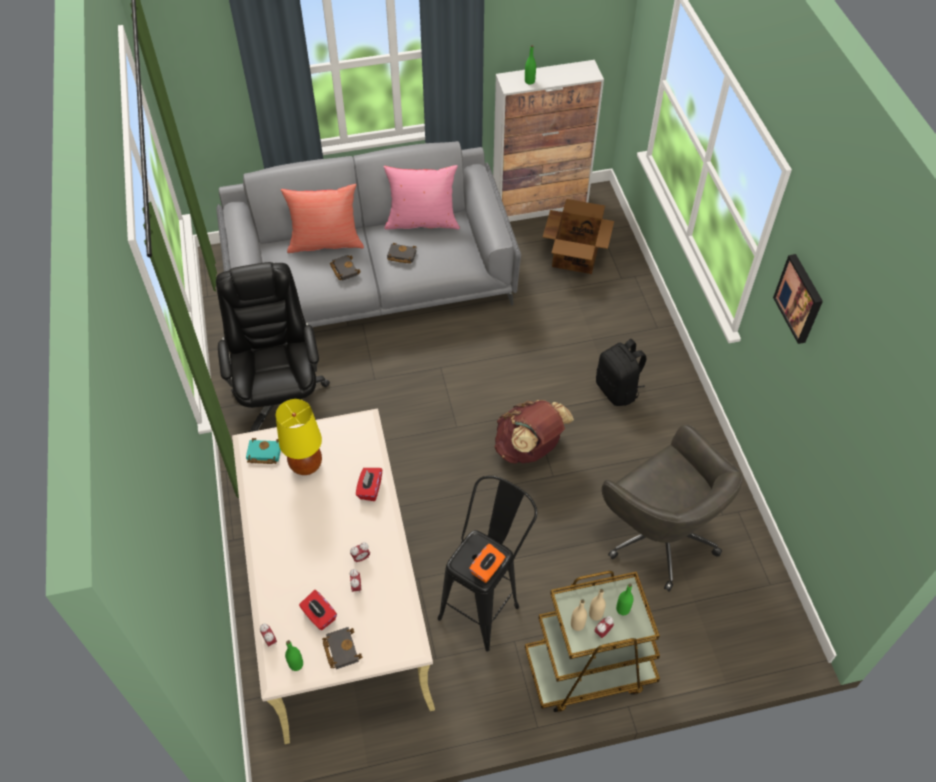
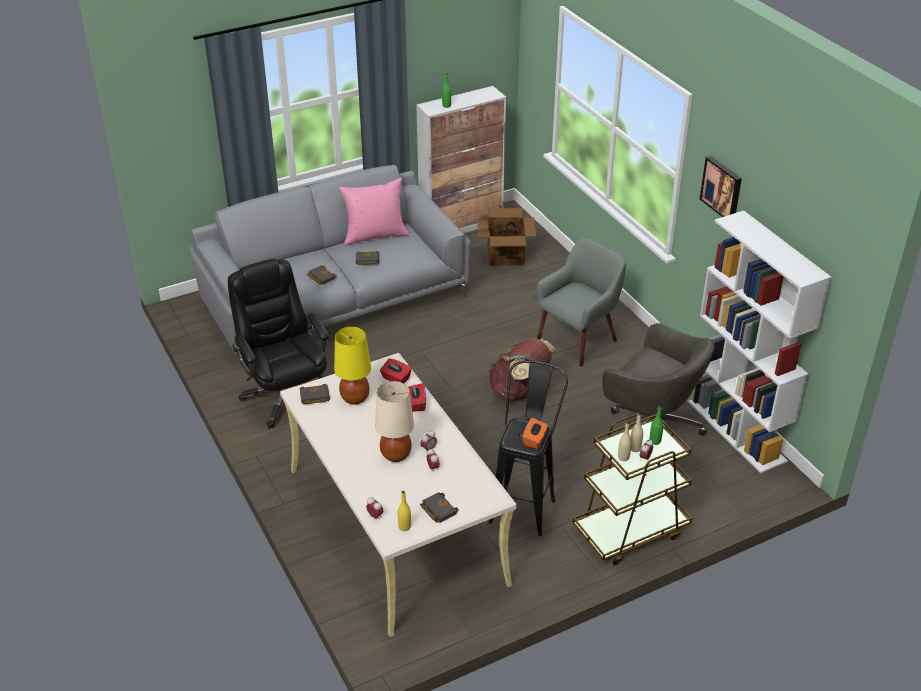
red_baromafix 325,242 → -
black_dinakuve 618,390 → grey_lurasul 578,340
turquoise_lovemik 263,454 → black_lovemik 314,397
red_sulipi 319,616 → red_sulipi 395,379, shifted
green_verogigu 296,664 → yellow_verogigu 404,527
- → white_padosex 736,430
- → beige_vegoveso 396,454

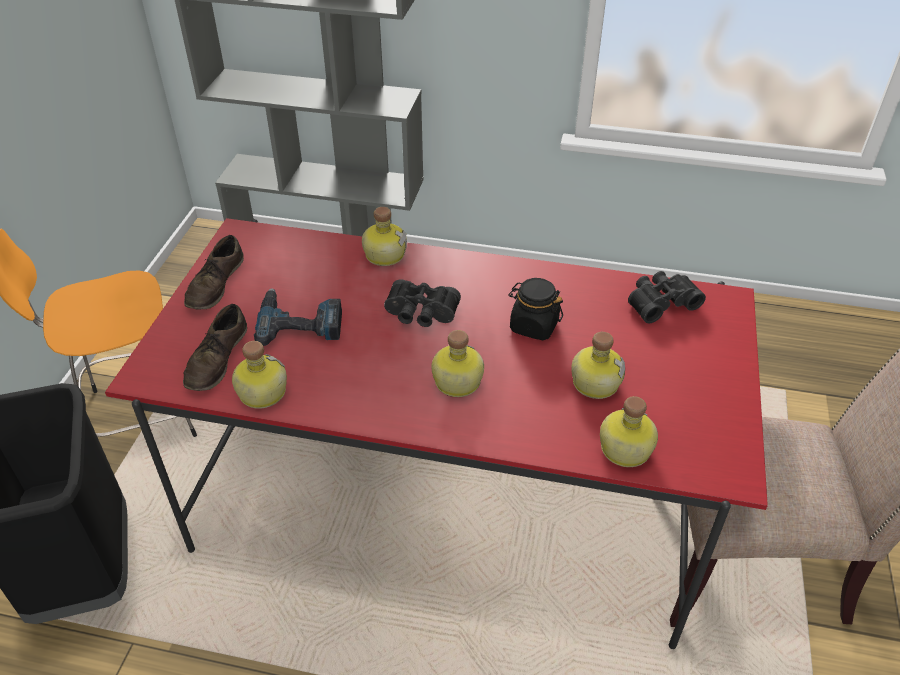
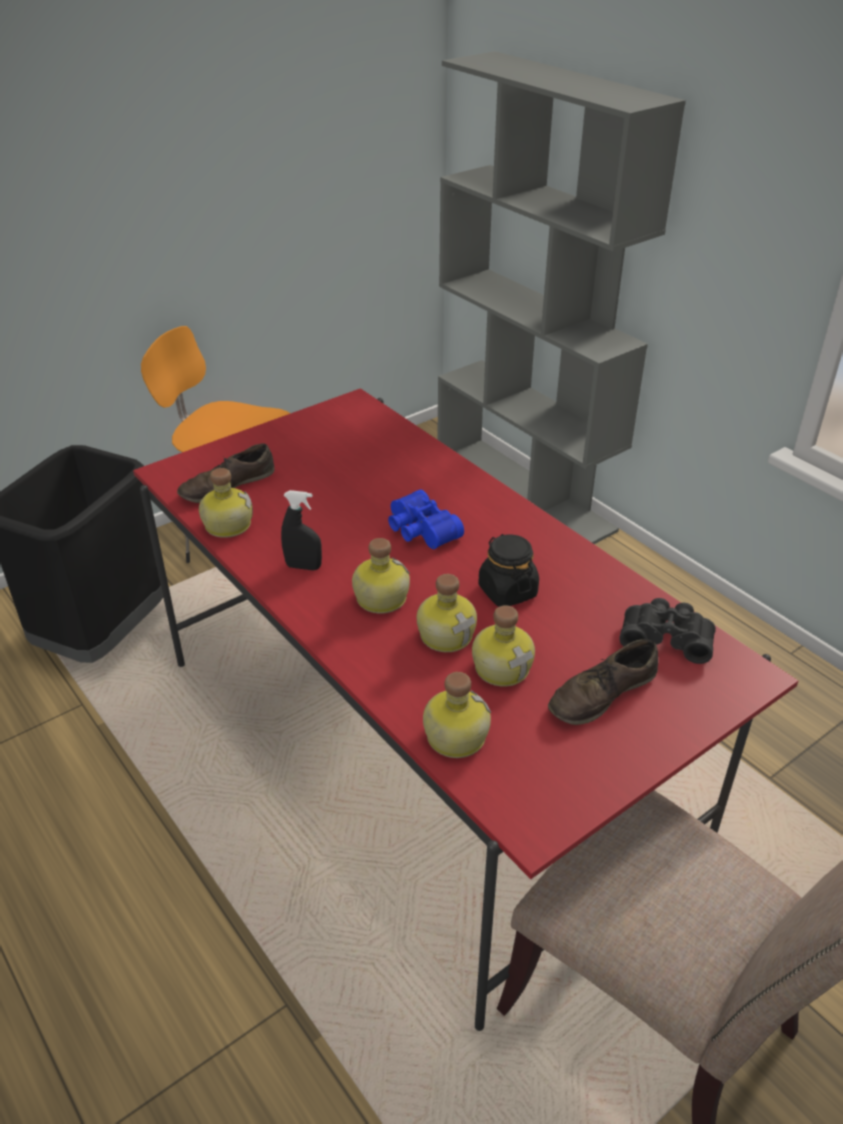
verogigu 384,254 → verogigu 446,634, shifted
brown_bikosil 215,284 → brown_bikosil 602,694, shifted
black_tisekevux 421,314 → blue_tisekevux 420,531
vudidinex 300,322 → -
- → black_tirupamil 303,566

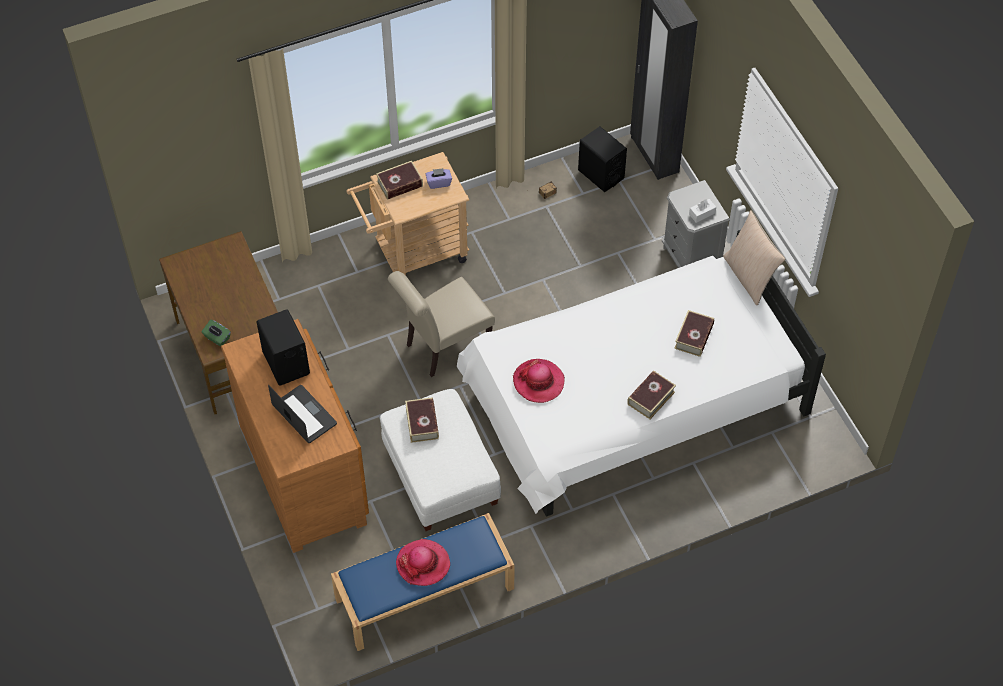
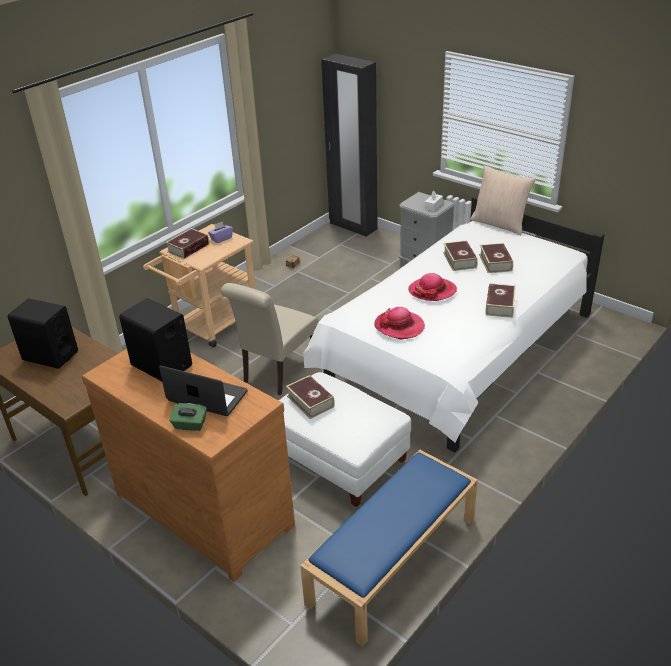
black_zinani 600,174 → black_zinani 50,355, shifted
green_sulipi 217,338 → green_sulipi 190,425, shifted
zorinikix 423,564 → zorinikix 432,291, shifted
- → lovemik 459,260

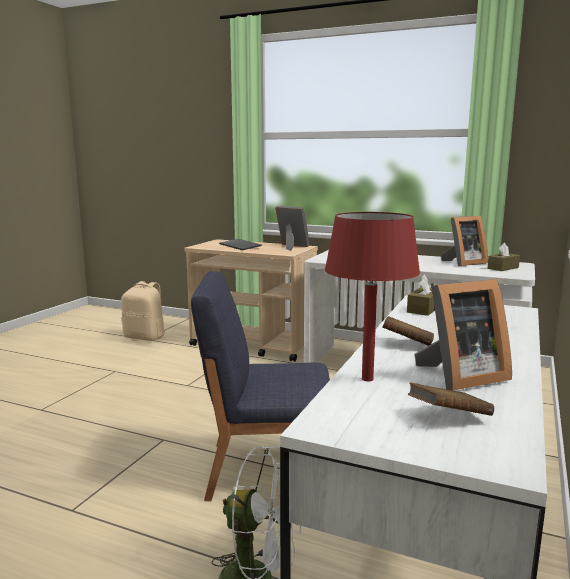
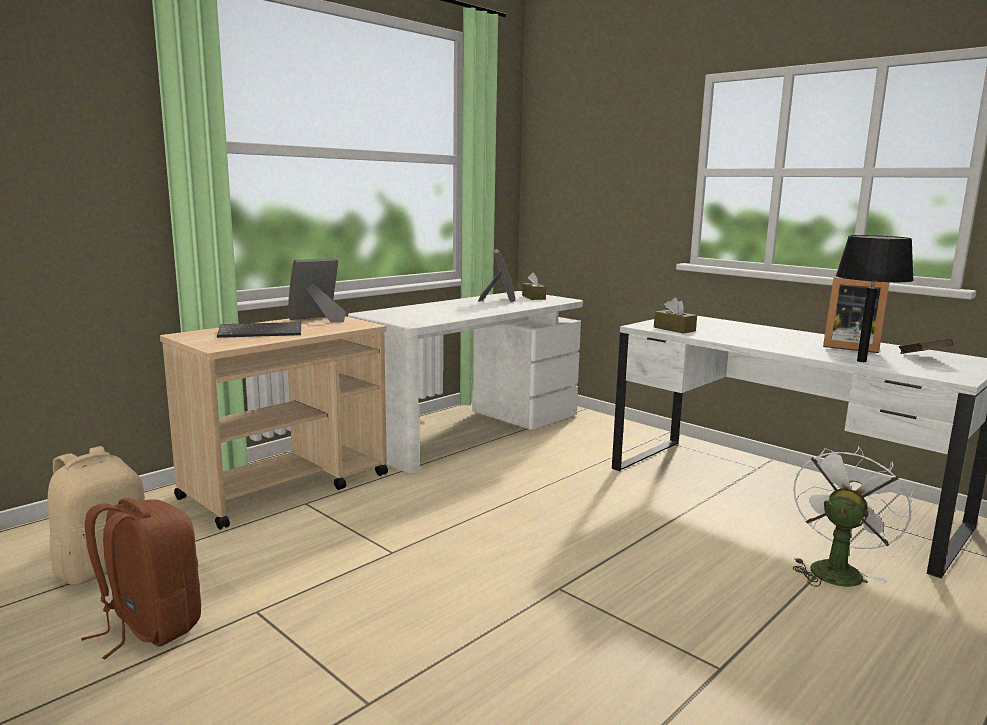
red_vegoveso 367,379 → black_vegoveso 861,361
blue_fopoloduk 266,469 → -
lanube 459,377 → lanube 849,347, 120 degrees clockwise
brown_lovemik 407,344 → -
- → brown_dinakuve 149,626

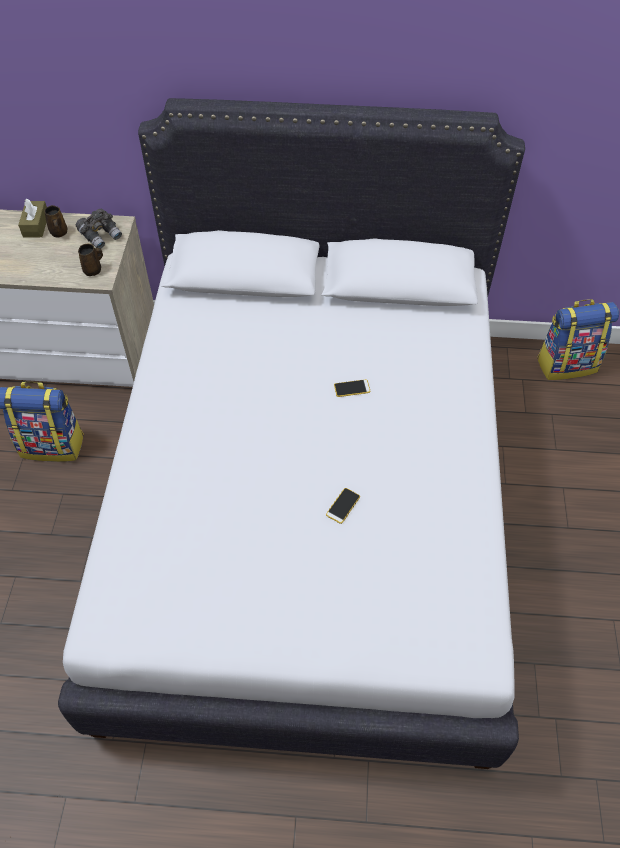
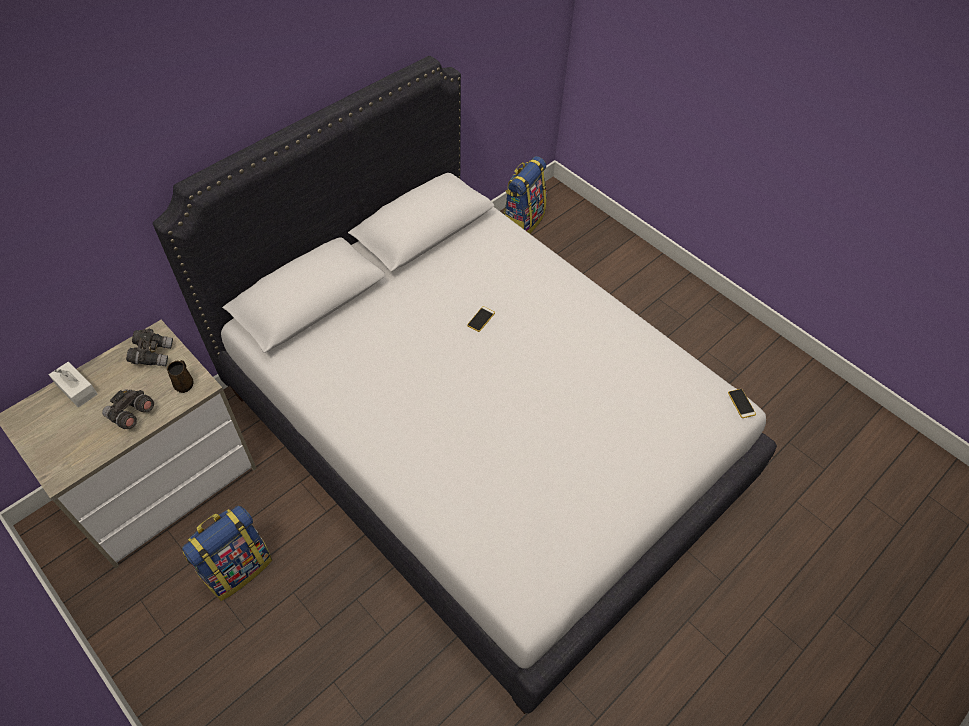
brown_sulipi 36,225 → white_sulipi 76,389
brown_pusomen 59,233 → -
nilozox 343,506 → nilozox 741,403, shifted
- → grey_tisekevux 131,414

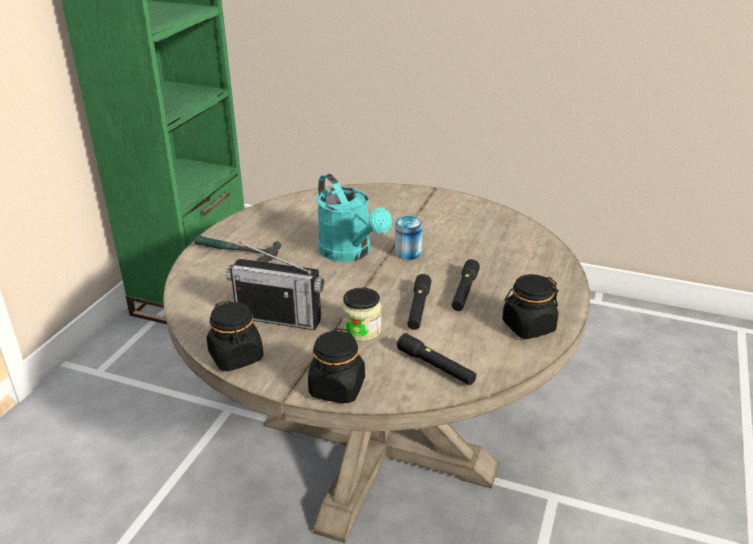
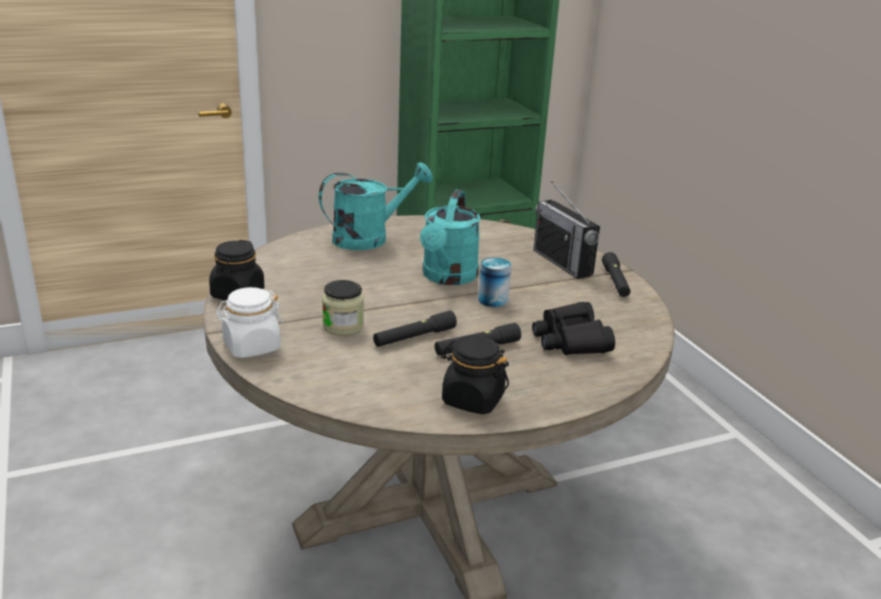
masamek 235,252 → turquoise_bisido 370,238
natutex 279,318 → natutex 562,263, shifted
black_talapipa 337,388 → white_talapipa 251,347
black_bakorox 436,366 → black_bakorox 615,281, shifted
- → black_tisekevux 570,340

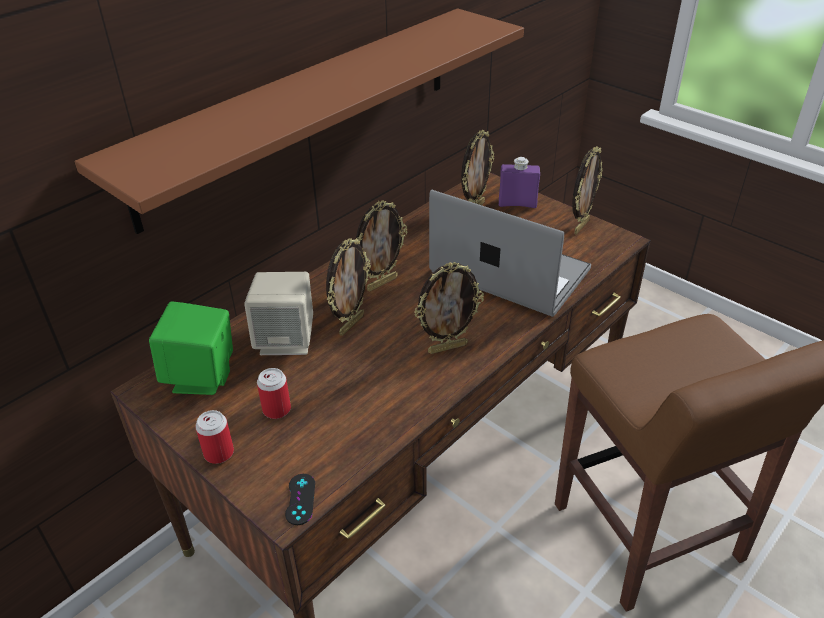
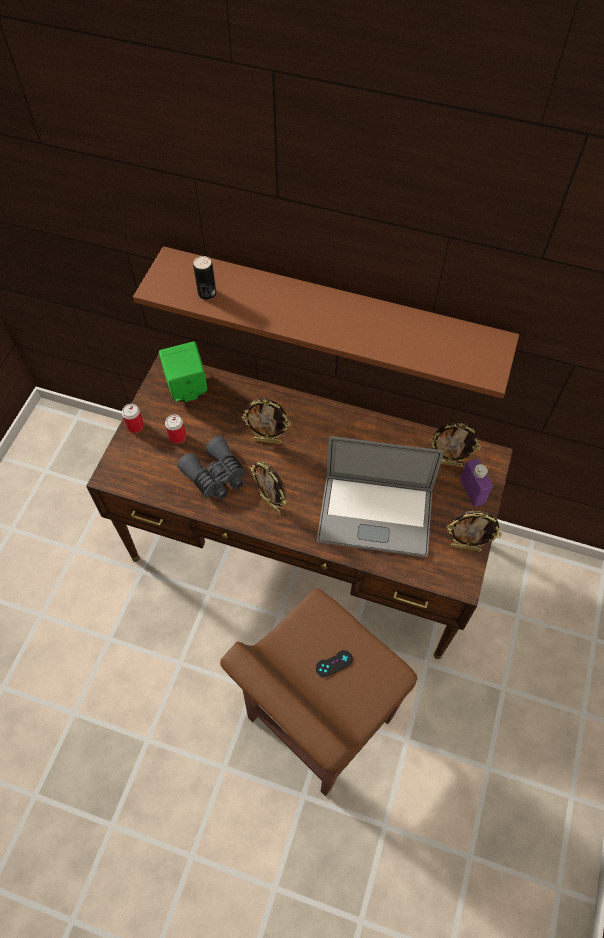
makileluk 510,271 → makileluk 375,515, 90 degrees clockwise
lanube 381,283 → -
beige_zinani 286,340 → -
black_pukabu 300,499 → black_pukabu 334,663, shifted
- → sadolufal 207,293
- → grey_tisekevux 216,475

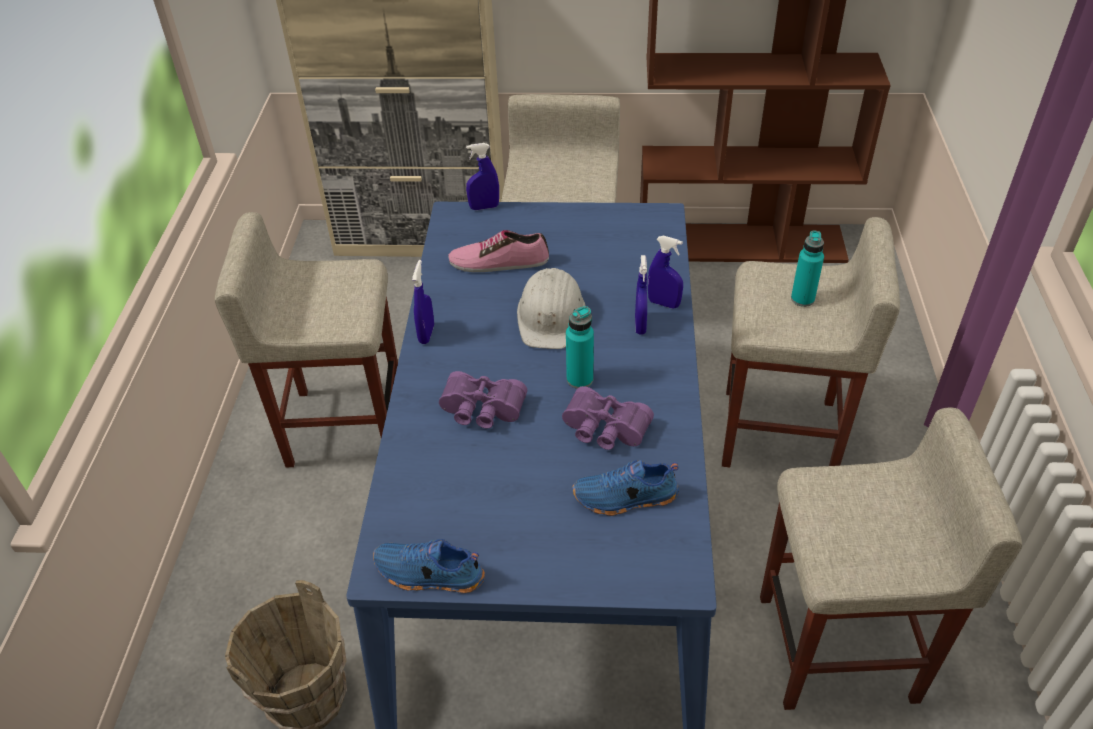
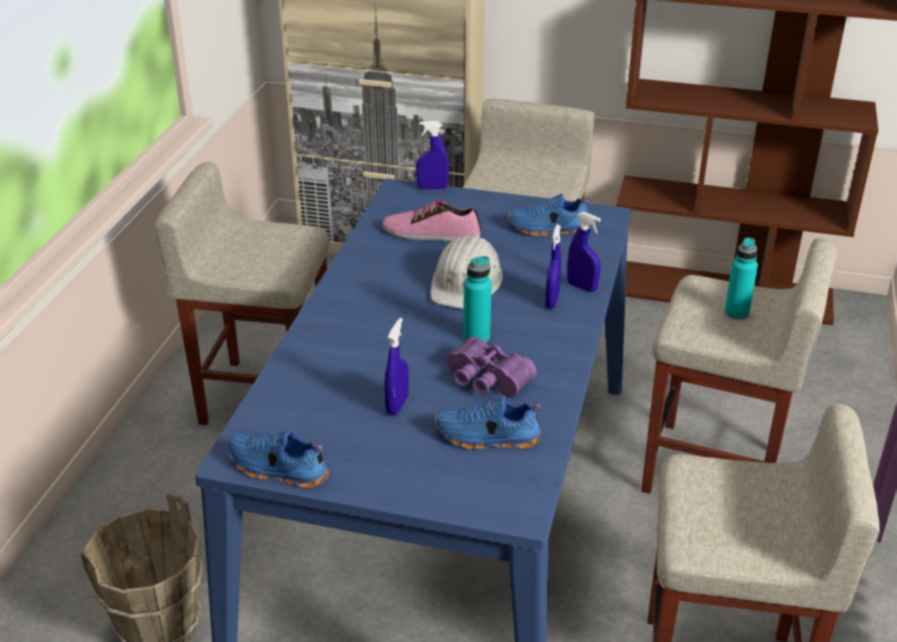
blue_tirupamil 426,334 → blue_tirupamil 397,405, shifted
purple_tisekevux 481,411 → -
- → blue_bikosil 548,229

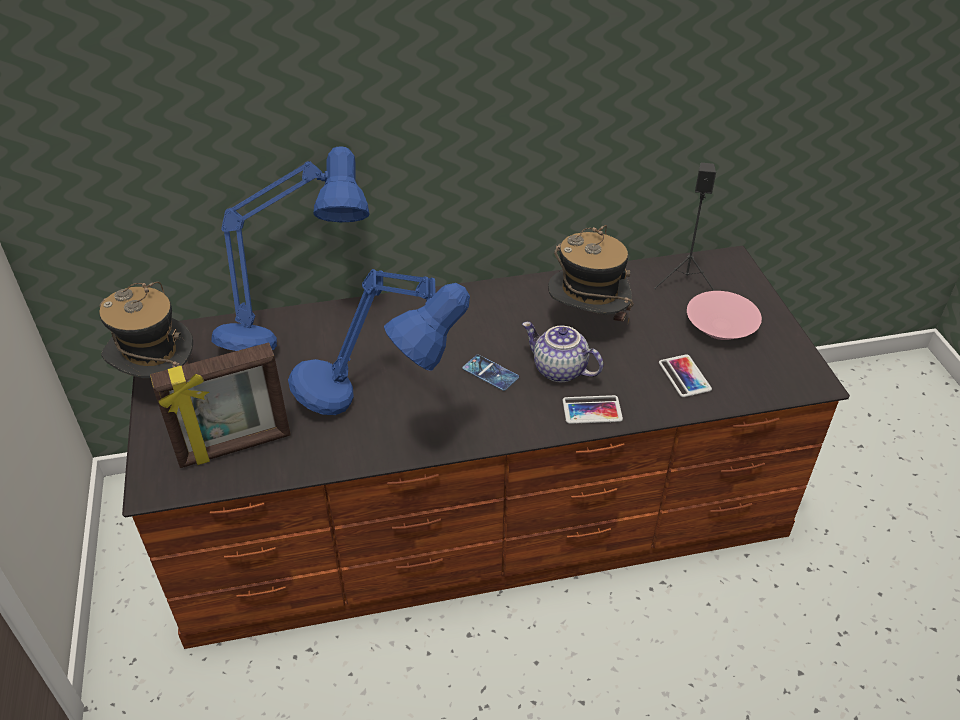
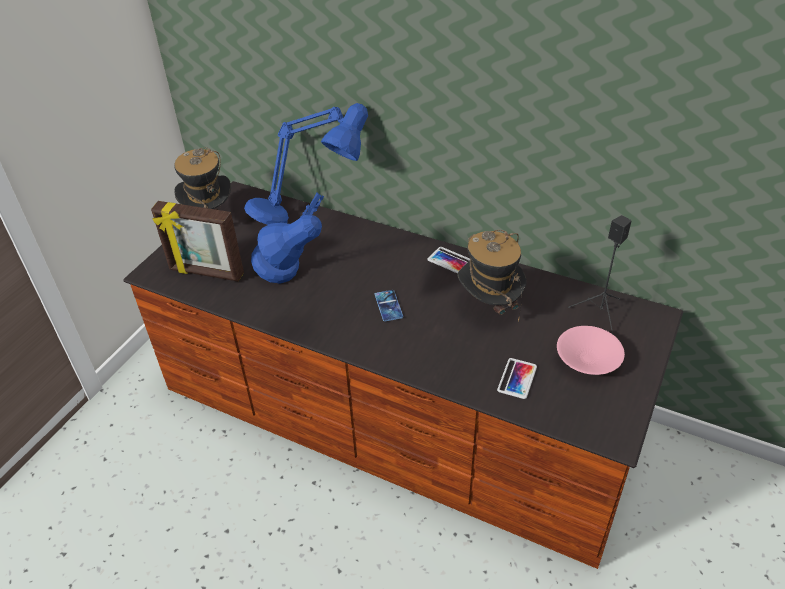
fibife 558,370 → -
nilozox 592,410 → nilozox 450,260, shifted

